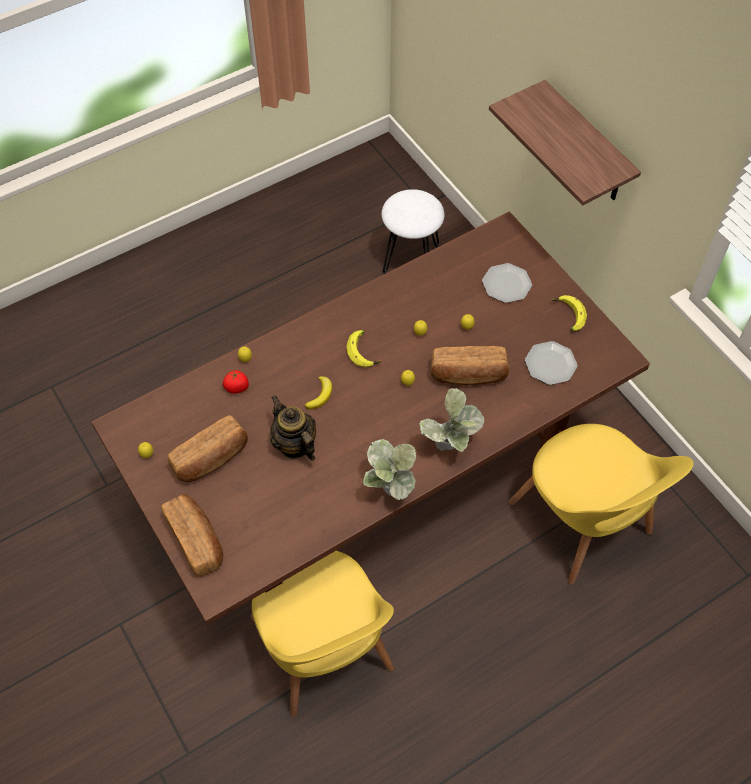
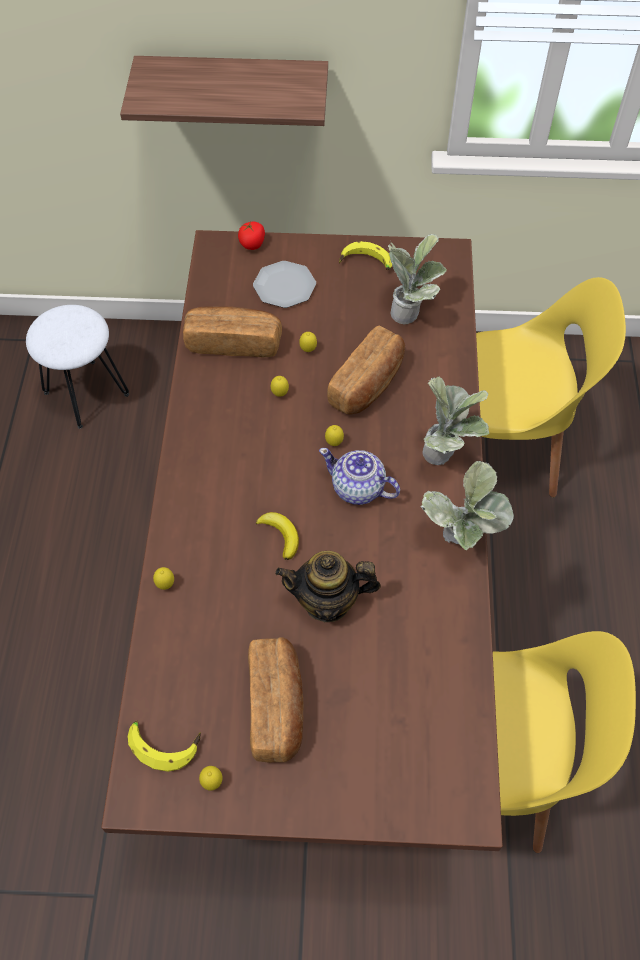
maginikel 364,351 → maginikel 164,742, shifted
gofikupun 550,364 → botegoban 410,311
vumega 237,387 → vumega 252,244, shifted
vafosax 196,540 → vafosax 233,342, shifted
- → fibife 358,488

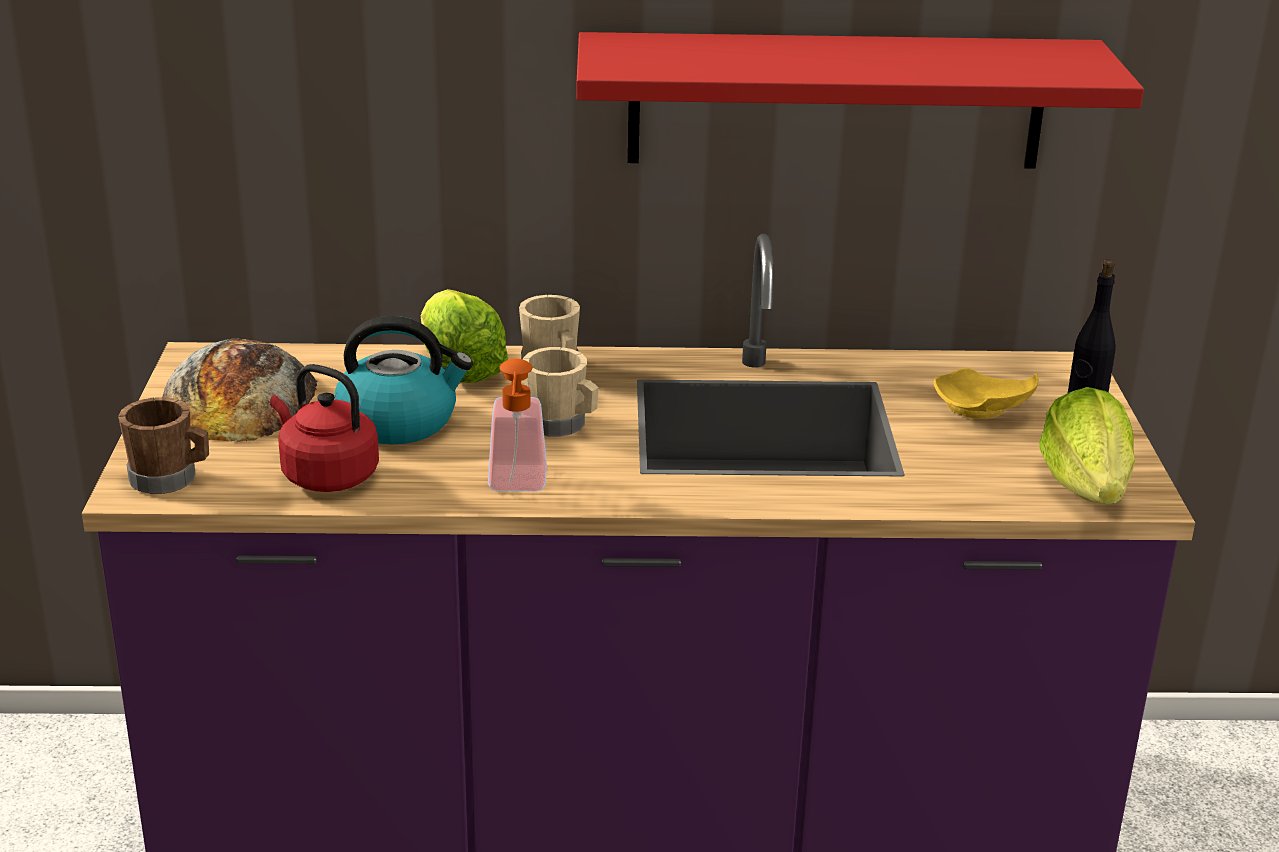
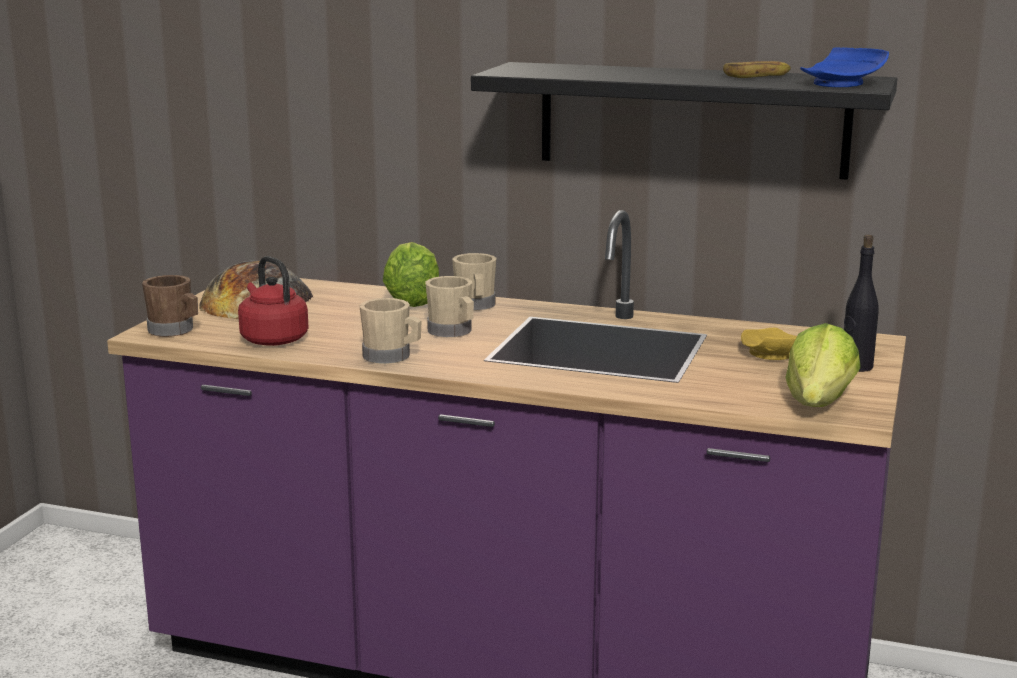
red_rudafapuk 836,101 → black_rudafapuk 692,119
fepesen 399,421 → -
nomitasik 517,486 → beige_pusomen 391,357
- → blue_gofikupun 843,84
- → maginikel 757,76

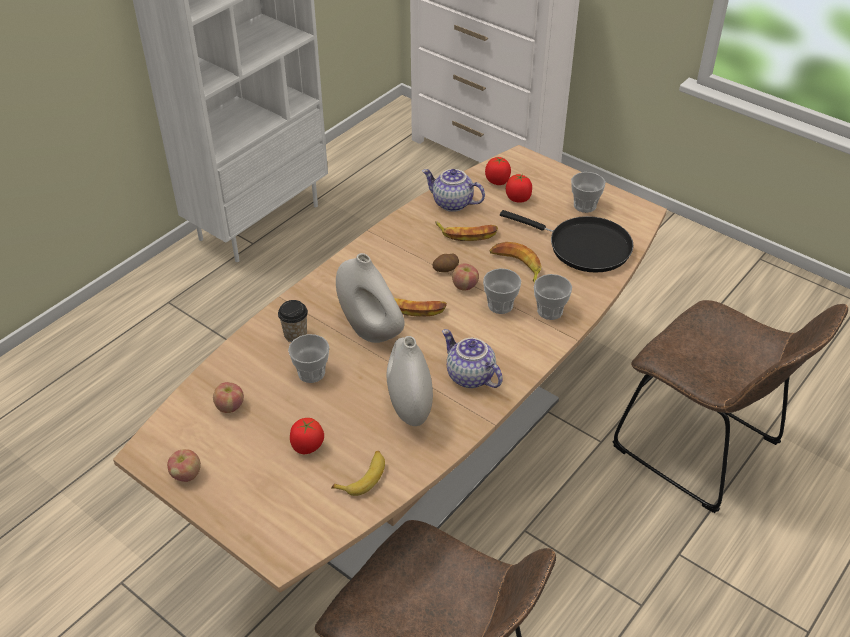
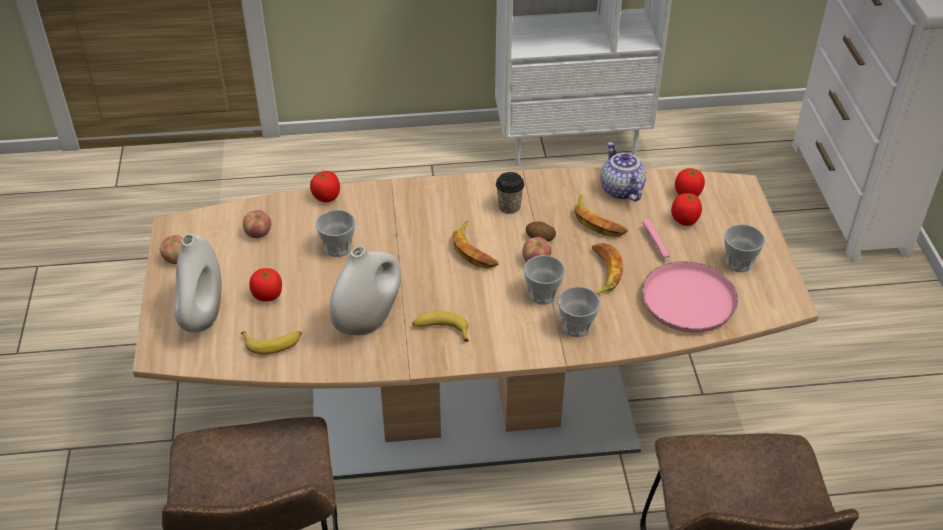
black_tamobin 583,247 → pink_tamobin 684,296
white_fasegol 371,330 → white_fasegol 203,316, shifted
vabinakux 295,335 → vabinakux 509,207, shifted
fibife 469,376 → maginikel 441,330
- → vumega 327,197

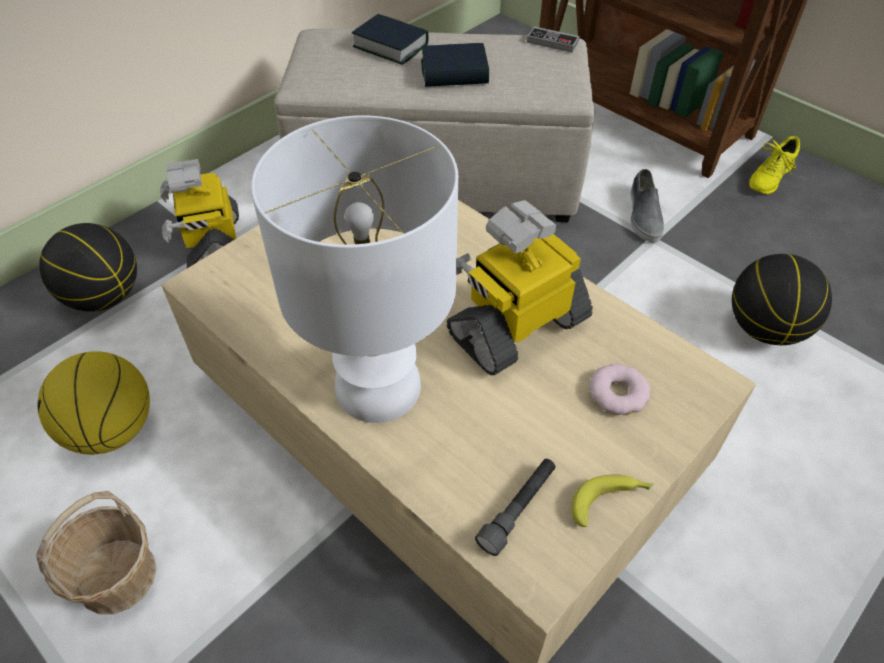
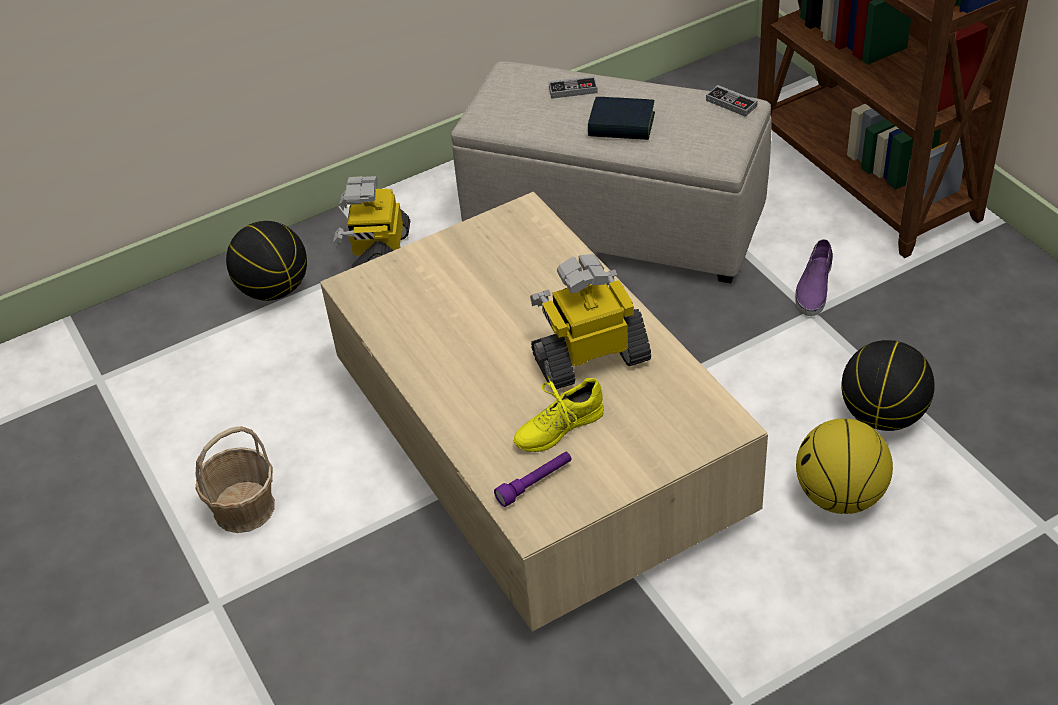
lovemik 390,46 → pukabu 573,90
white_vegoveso 380,388 → -
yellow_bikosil 769,177 → yellow_bikosil 558,427, shifted
grey_bikosil 644,215 → purple_bikosil 814,287
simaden 112,430 → simaden 839,496, shifted
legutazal 618,393 → -
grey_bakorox 518,509 → purple_bakorox 535,483
maginikel 610,501 → -

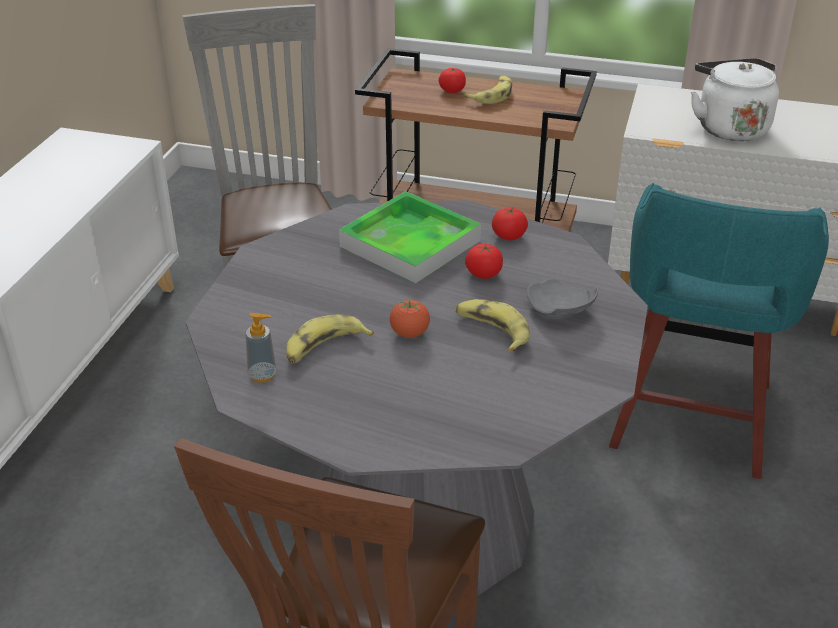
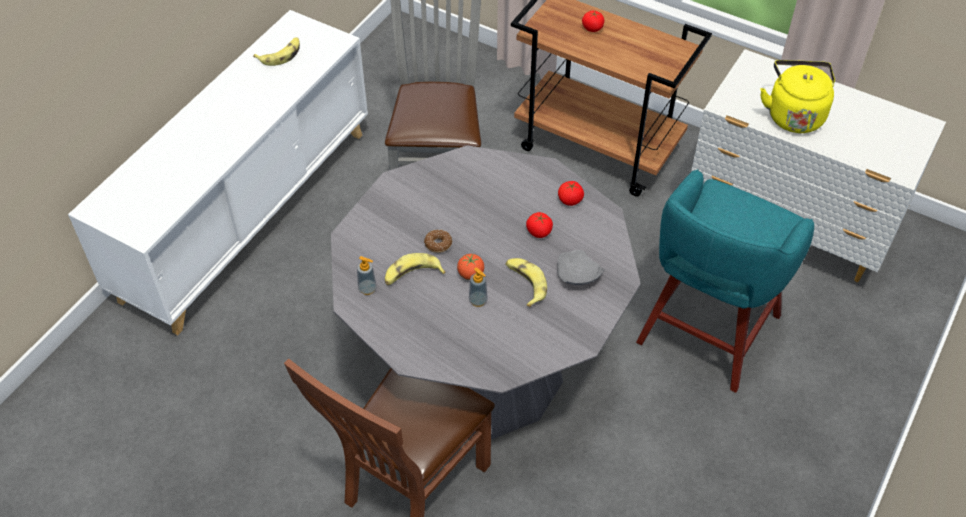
white_fepesen 729,127 → yellow_fepesen 794,114
maginikel 492,95 → maginikel 281,55, shifted
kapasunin 410,243 → -
- → legutazal 438,244
- → nomitasik 478,300

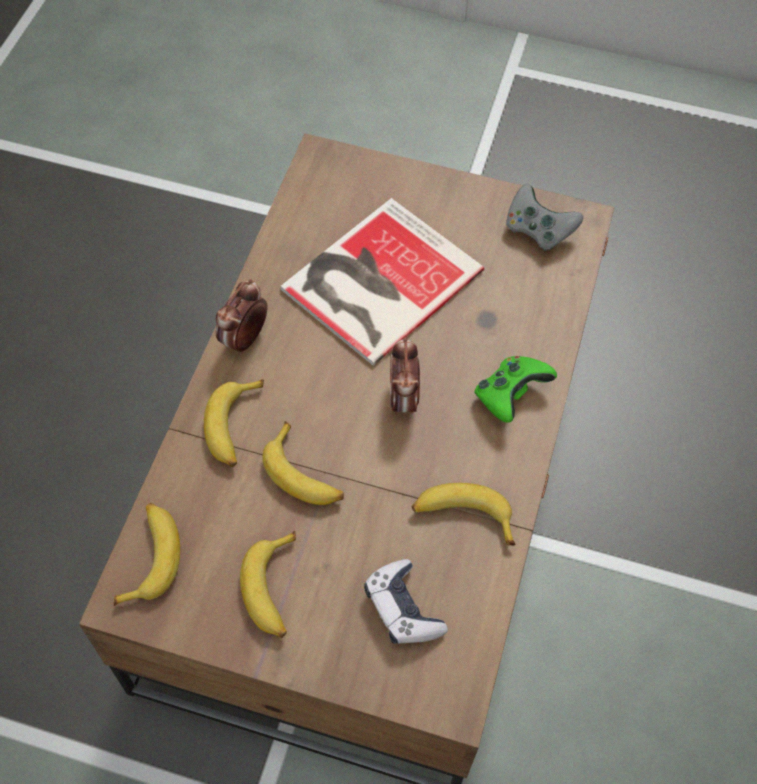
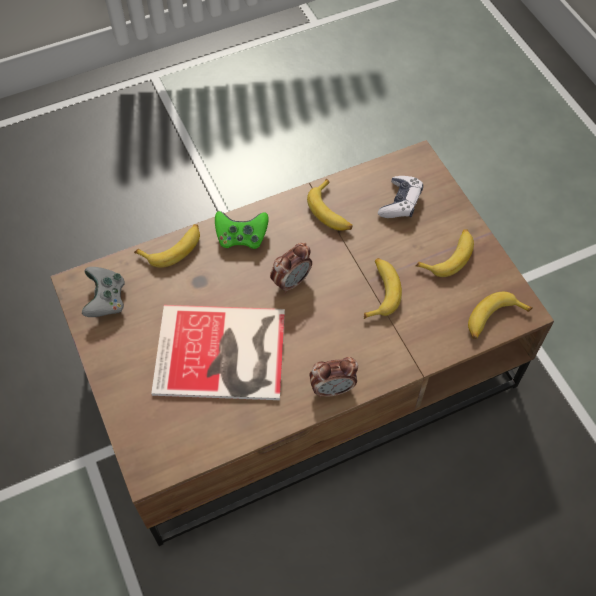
maginikel 234,427 → maginikel 173,248, shifted

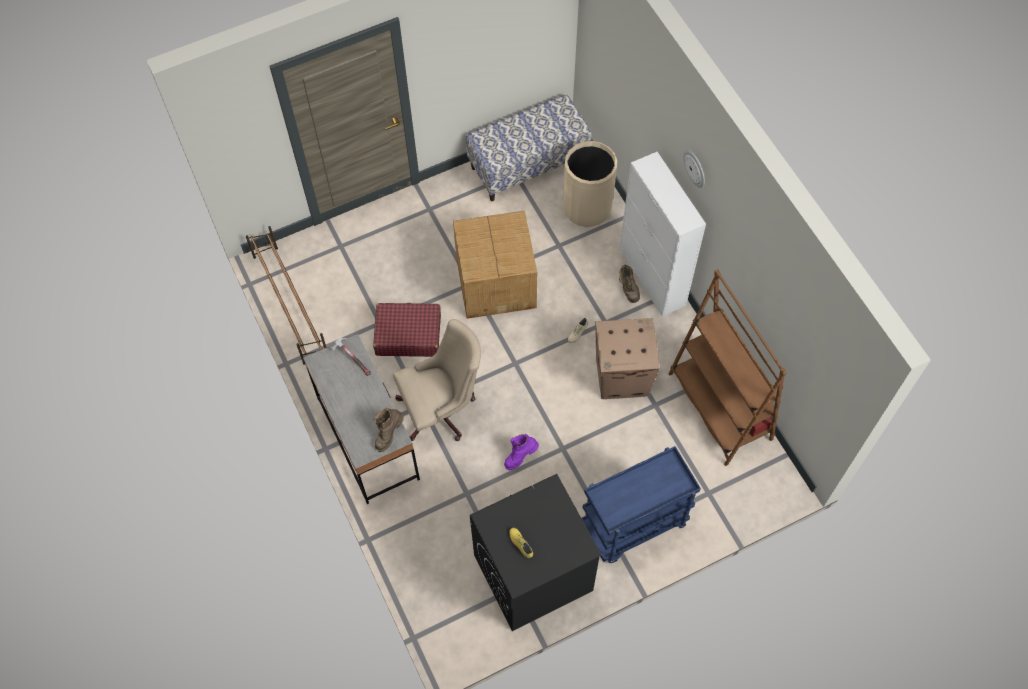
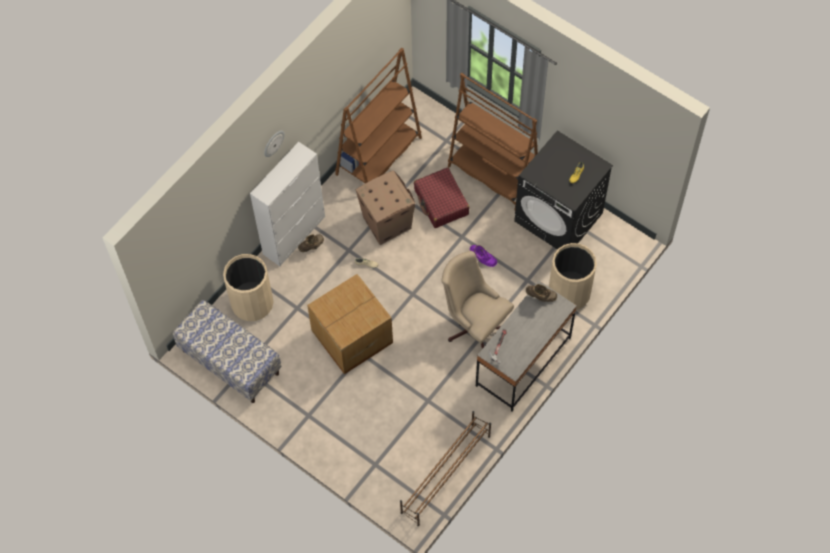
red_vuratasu 408,335 → red_vuratasu 441,202, shifted
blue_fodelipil 633,526 → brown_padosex 493,173
- → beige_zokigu 569,293

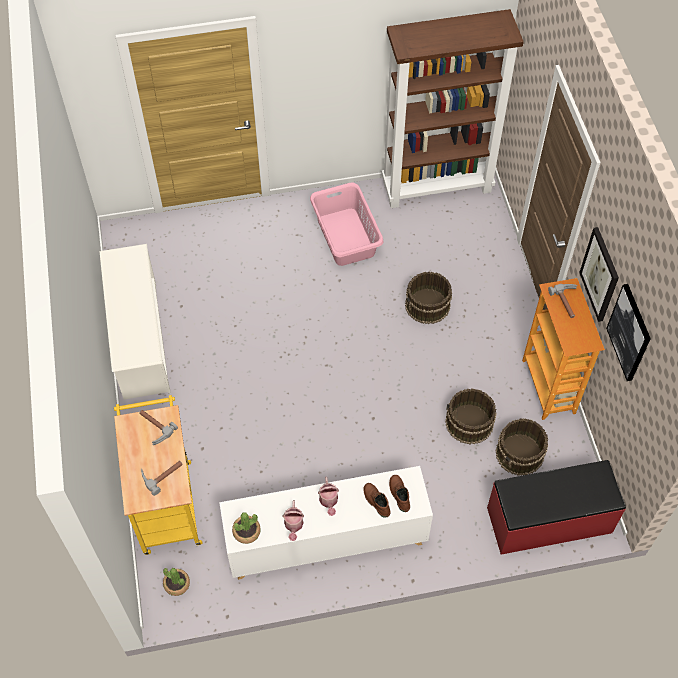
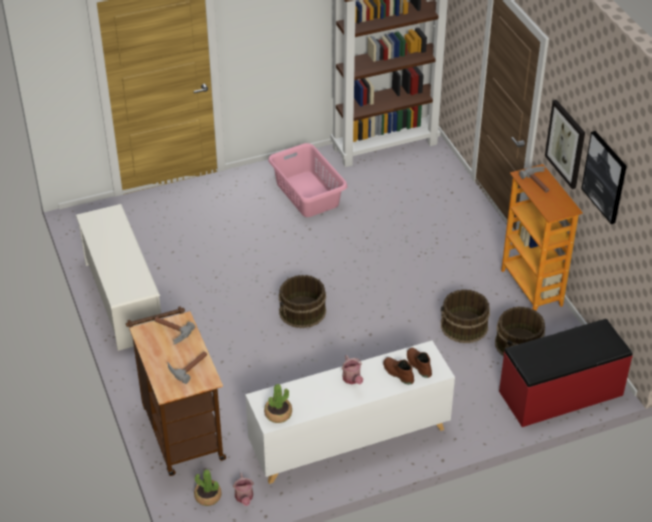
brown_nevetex 427,305 → brown_nevetex 302,312, shifted
yellow_fodelipil 166,501 → brown_fodelipil 180,428
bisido 293,526 → bisido 244,498, shifted

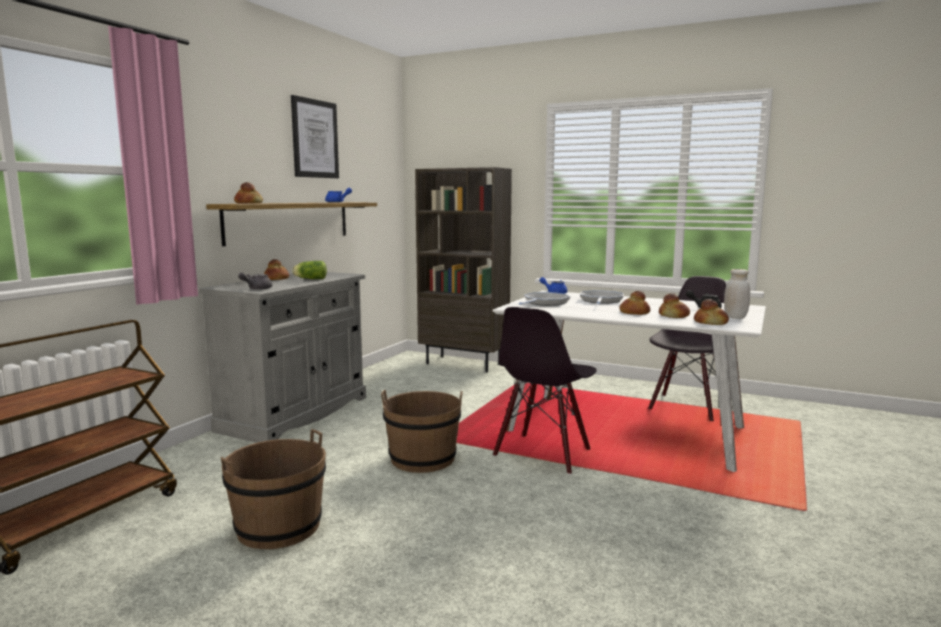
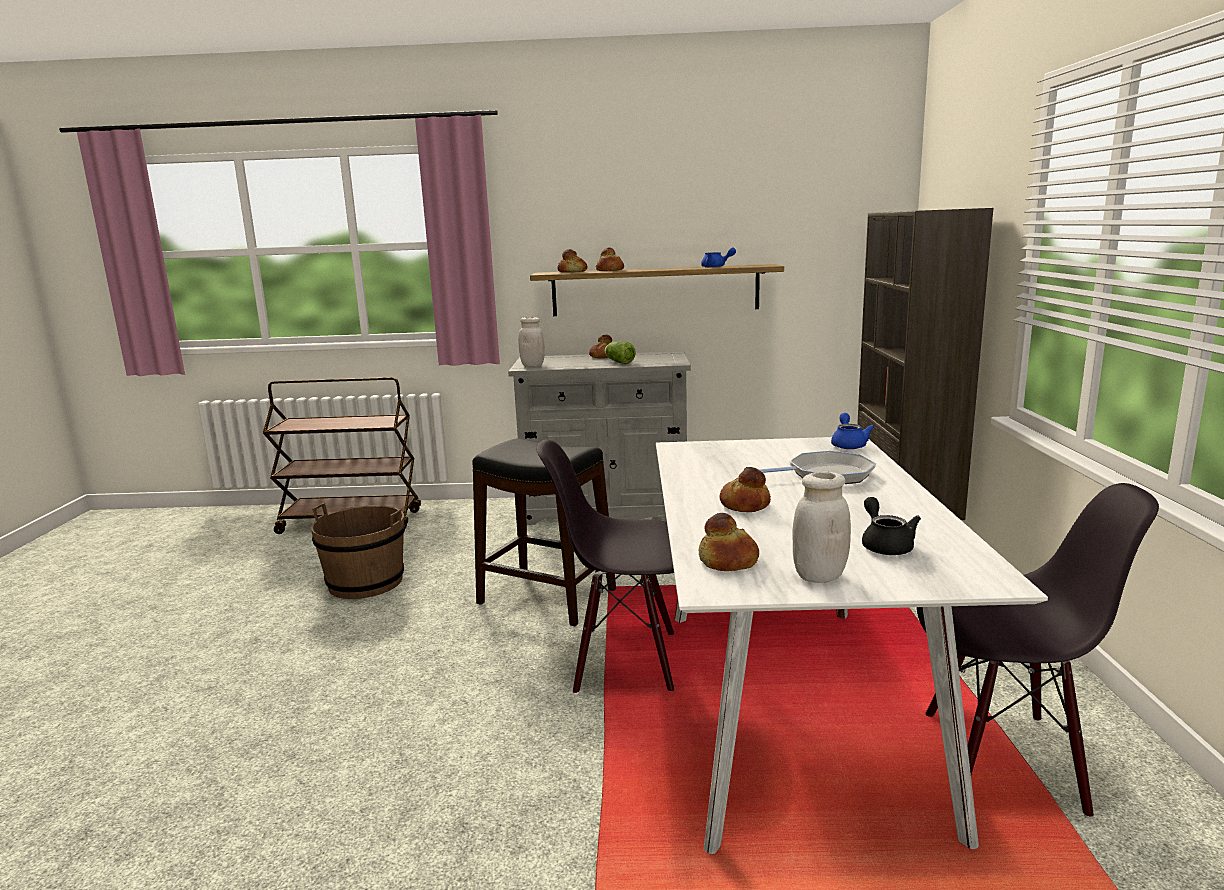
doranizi 315,139 → -
grey_fibife 256,289 → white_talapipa 532,365
tamobin 545,303 → -
vafosax 674,316 → vafosax 610,270, shifted
brown_nevetex 423,459 → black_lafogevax 547,596

